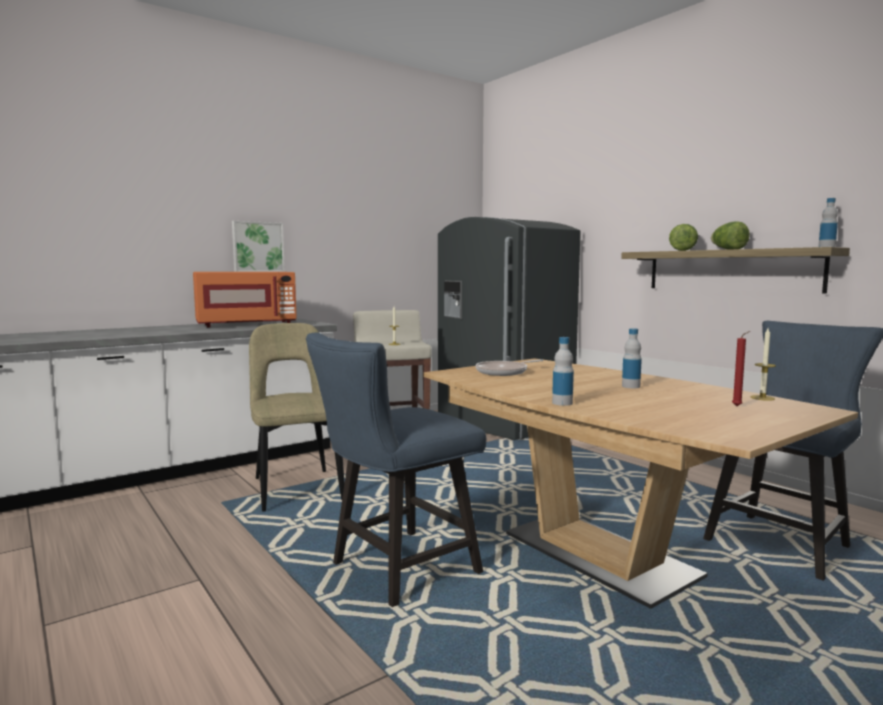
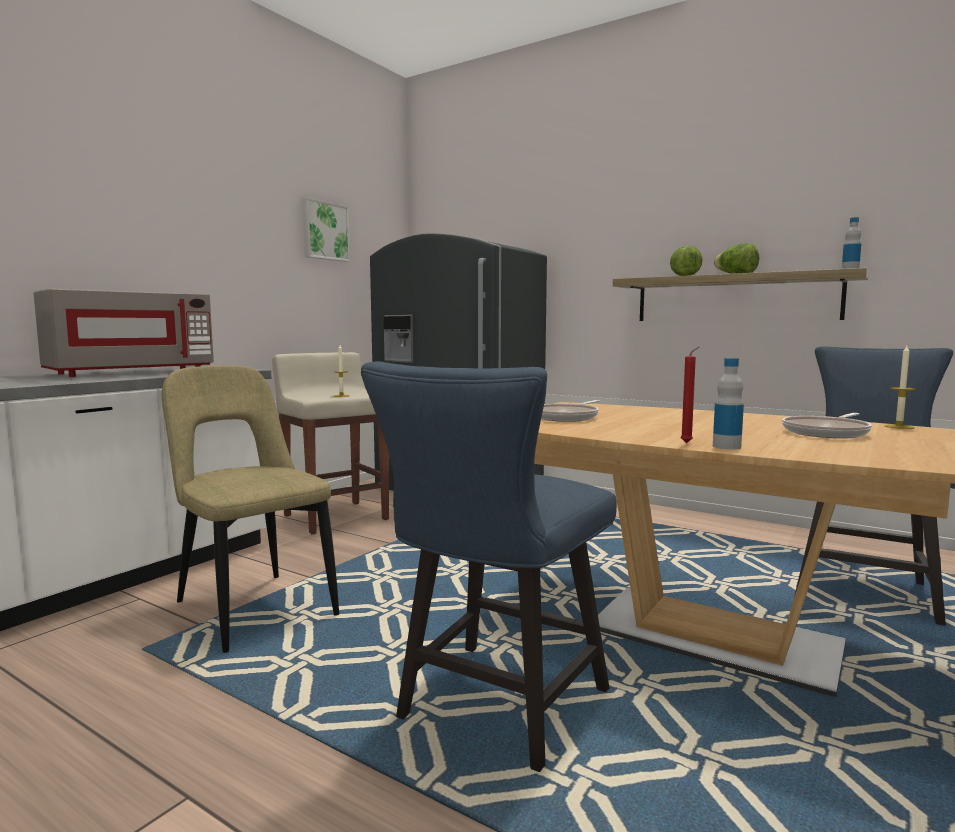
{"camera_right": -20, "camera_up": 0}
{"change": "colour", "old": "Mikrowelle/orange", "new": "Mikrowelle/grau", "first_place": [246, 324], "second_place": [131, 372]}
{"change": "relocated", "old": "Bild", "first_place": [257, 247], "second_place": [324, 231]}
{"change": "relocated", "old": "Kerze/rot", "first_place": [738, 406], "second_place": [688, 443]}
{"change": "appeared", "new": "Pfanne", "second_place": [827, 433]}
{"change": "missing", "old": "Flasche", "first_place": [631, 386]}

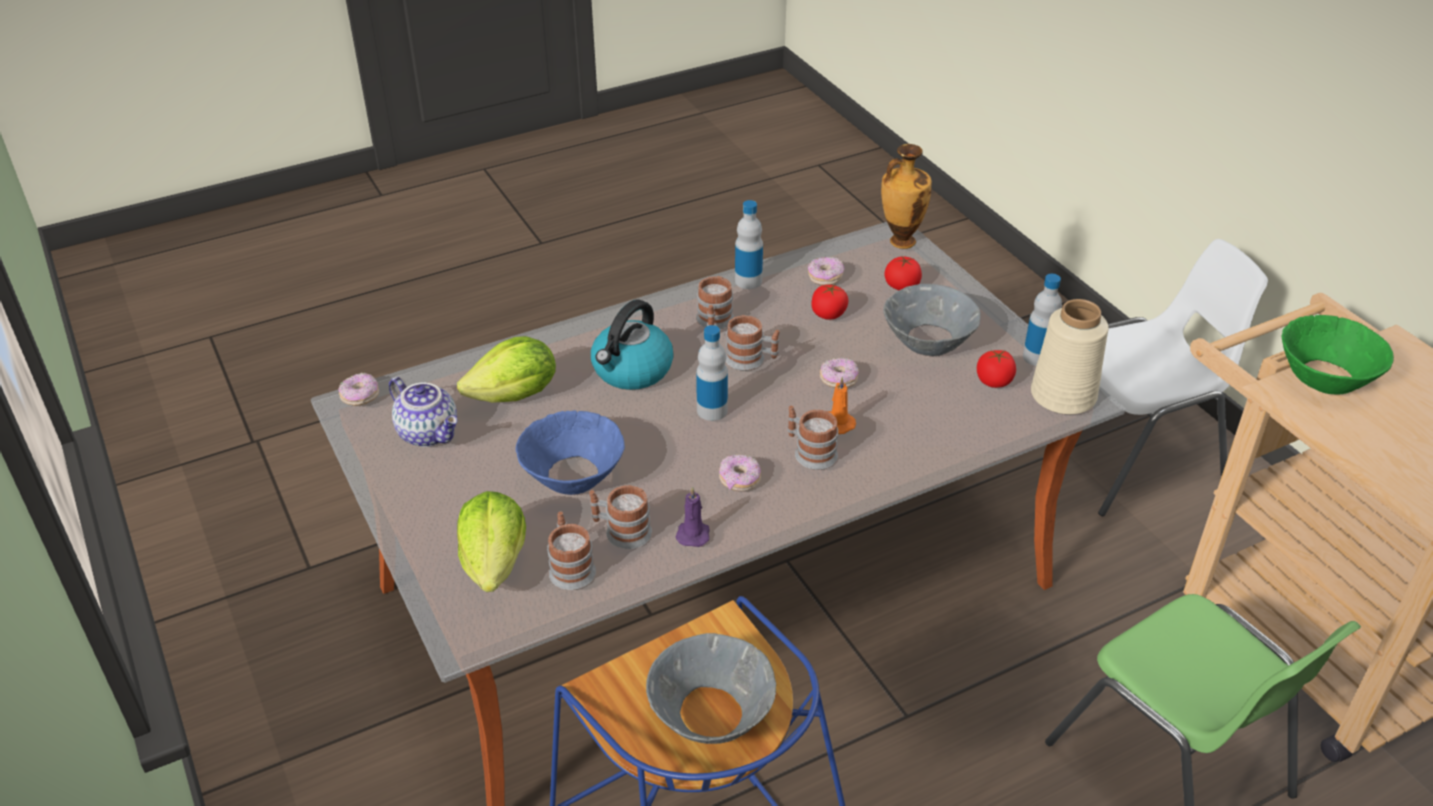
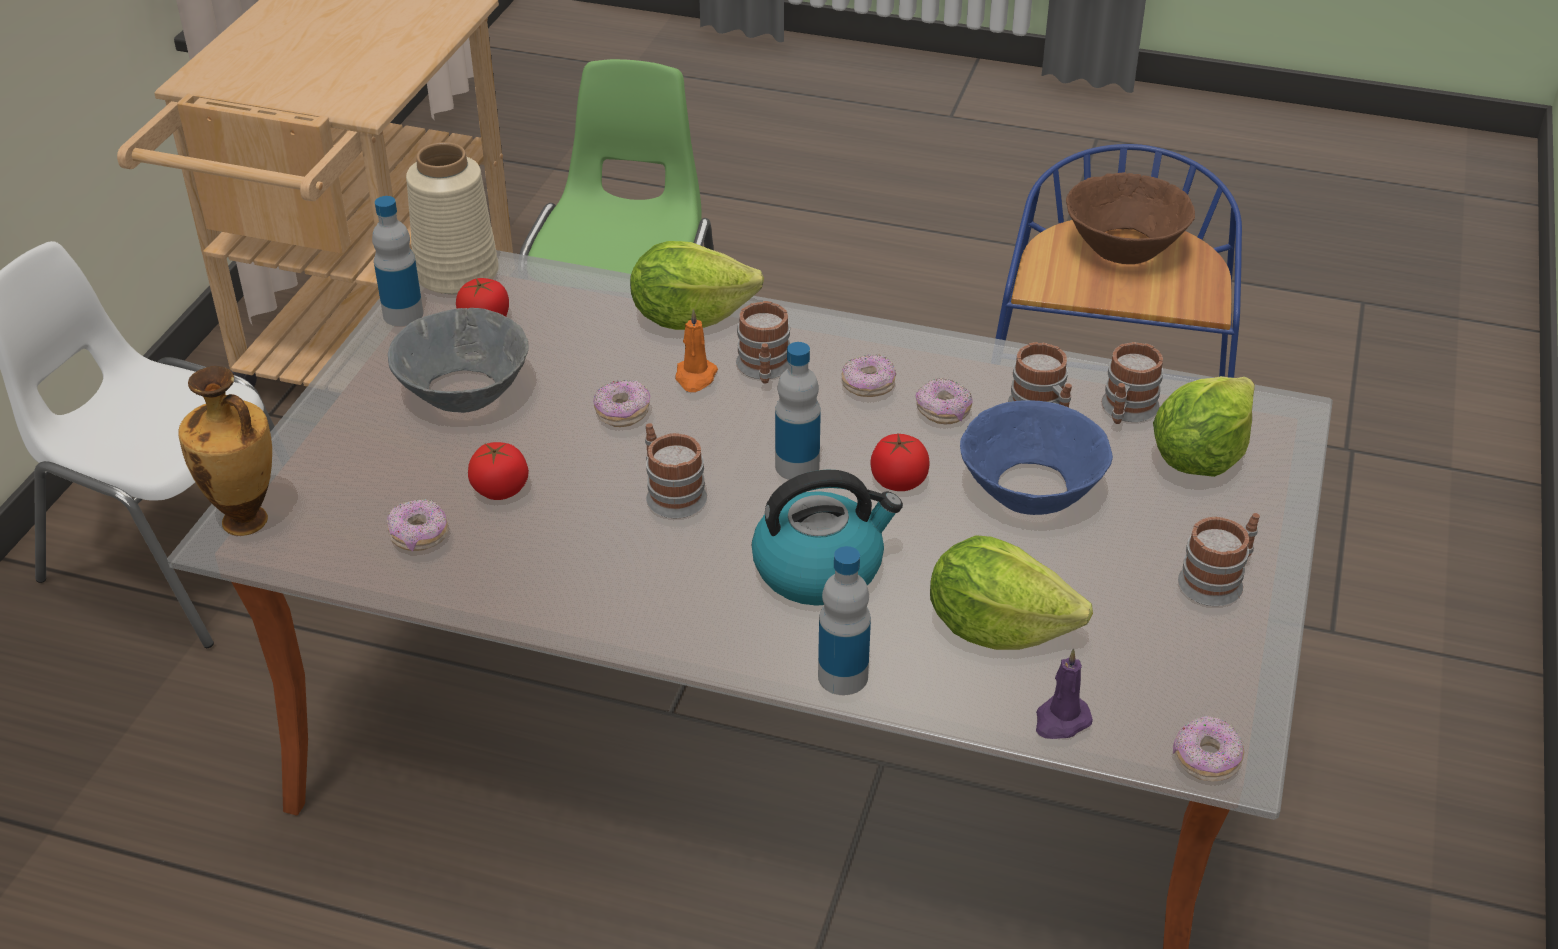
{"camera_right": -135, "camera_up": 0}
{"change": "appeared", "new": "Salatkopf", "second_place": [689, 317]}
{"change": "relocated", "old": "Flasche", "first_place": [748, 281], "second_place": [843, 676]}
{"change": "relocated", "old": "Tomate", "first_place": [902, 286], "second_place": [898, 481]}
{"change": "appeared", "new": "Donut", "second_place": [943, 412]}
{"change": "relocated", "old": "Kerze/lila", "first_place": [693, 533], "second_place": [1061, 721]}
{"change": "colour", "old": "Schüssel/grau", "new": "Schüssel/braun", "first_place": [710, 715], "second_place": [1125, 247]}
{"change": "relocated", "old": "Henkelbecher", "first_place": [714, 323], "second_place": [1218, 580]}
{"change": "missing", "old": "Teekanne", "first_place": [429, 433]}
{"change": "missing", "old": "Schüssel/grün", "first_place": [1325, 377]}

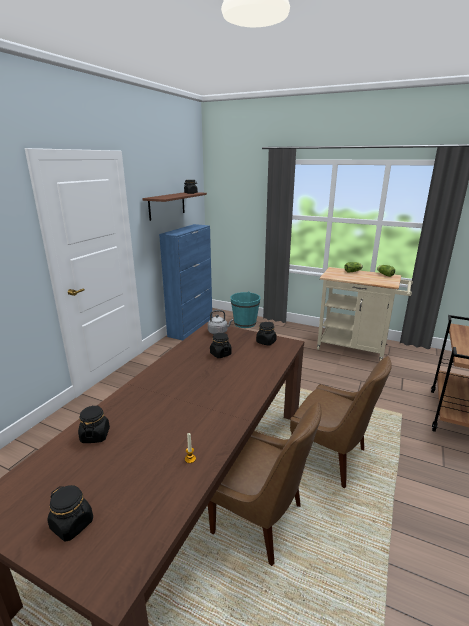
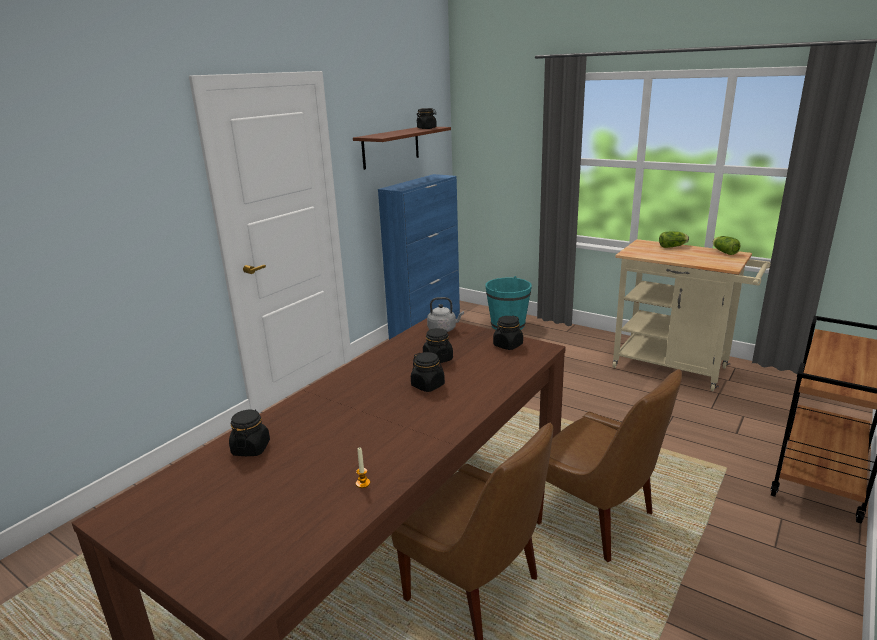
{"camera_right": 10, "camera_up": 0}
{"change": "relocated", "old": "Vorratsglas/schwarz", "first_place": [72, 524], "second_place": [428, 385]}

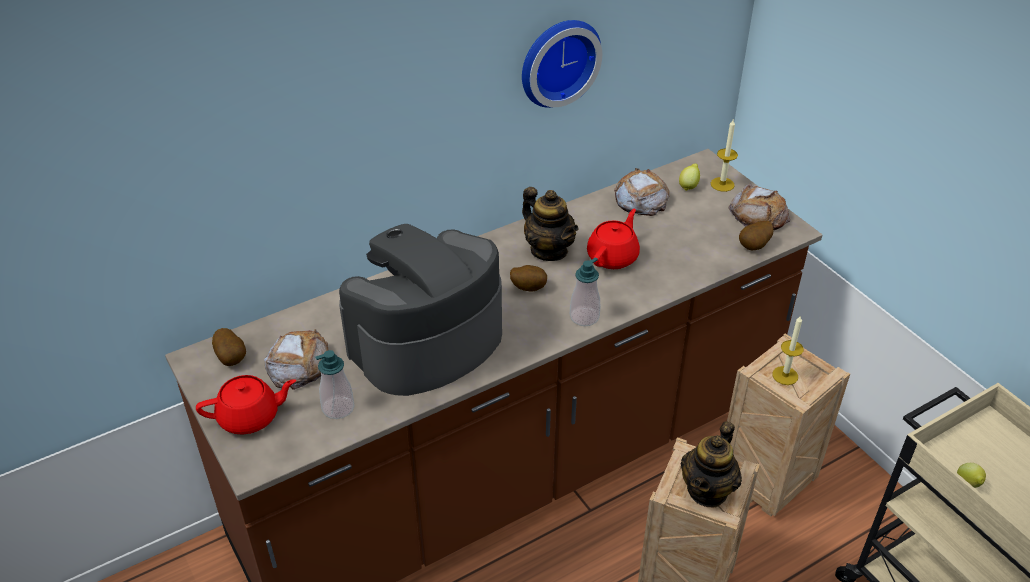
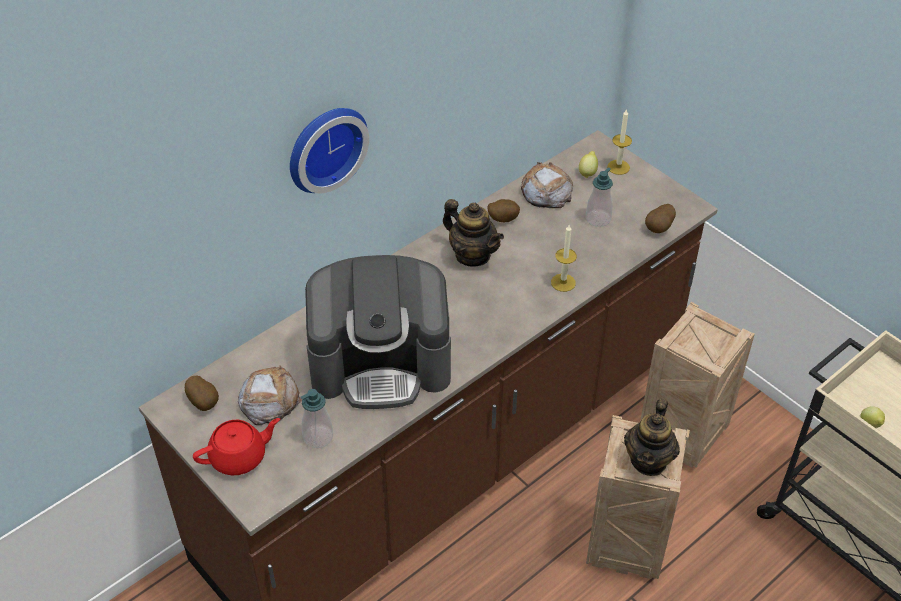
{"camera_right": -10, "camera_up": 5}
{"change": "relocated", "old": "Wanduhr", "first_place": [557, 60], "second_place": [323, 146]}
{"change": "spun", "old": "Kaffeemaschine", "first_place": [426, 342], "second_place": [381, 362], "degrees": -135}
{"change": "relocated", "old": "Kartoffel", "first_place": [528, 288], "second_place": [502, 219]}
{"change": "relocated", "old": "Kerze", "first_place": [785, 375], "second_place": [563, 282]}
{"change": "relocated", "old": "Seifenspender", "first_place": [584, 317], "second_place": [598, 219]}
{"change": "missing", "old": "Teekanne/rot", "first_place": [613, 257]}
{"change": "missing", "old": "Brot", "first_place": [759, 214]}

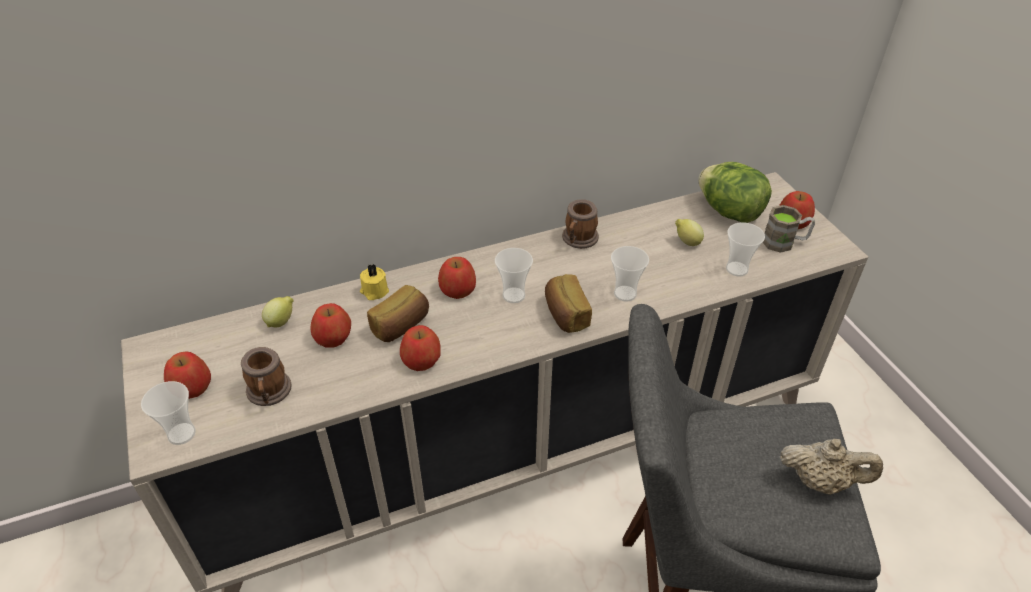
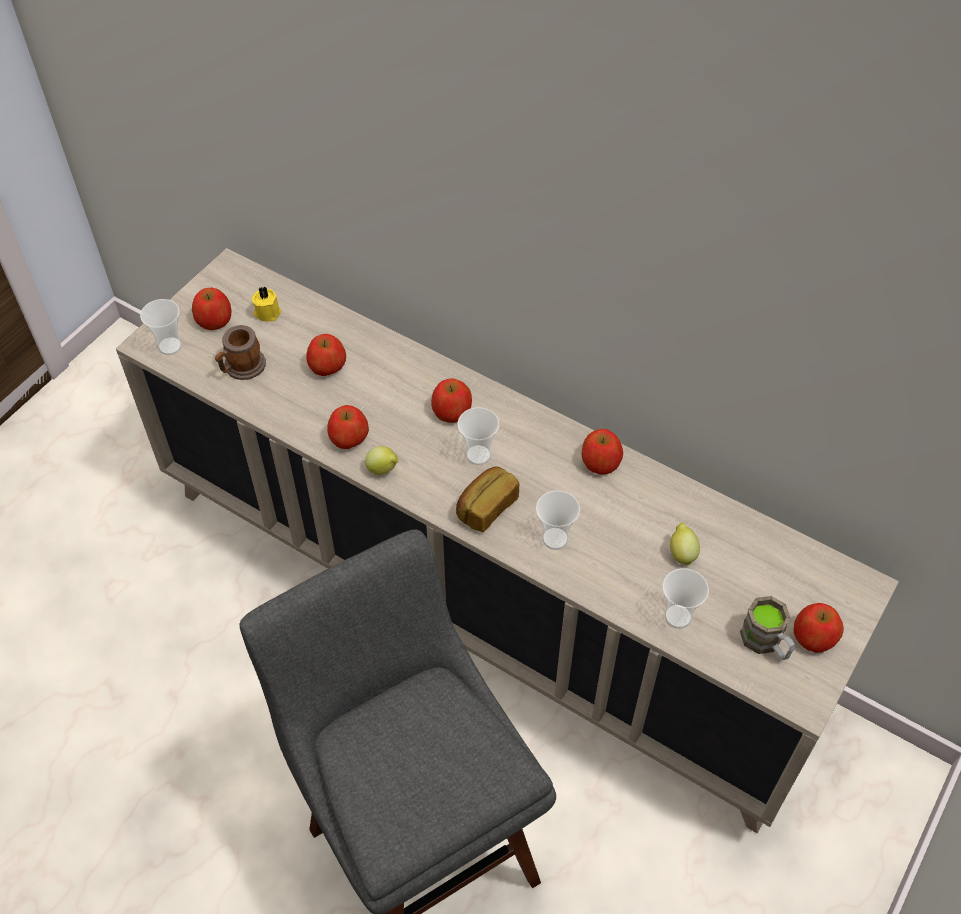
{"camera_right": 55, "camera_up": 10}
{"change": "relocated", "old": "Kerze/gelb", "first_place": [374, 291], "second_place": [267, 312]}
{"change": "relocated", "old": "Zitrone", "first_place": [281, 322], "second_place": [383, 470]}
{"change": "exchanged", "old": "Henkelbecher", "new": "Apfel", "first_place": [578, 240], "second_place": [600, 461]}
{"change": "missing", "old": "Brot", "first_place": [401, 326]}
{"change": "missing", "old": "Salatkopf", "first_place": [729, 212]}
{"change": "missing", "old": "Teekanne/beige", "first_place": [821, 481]}

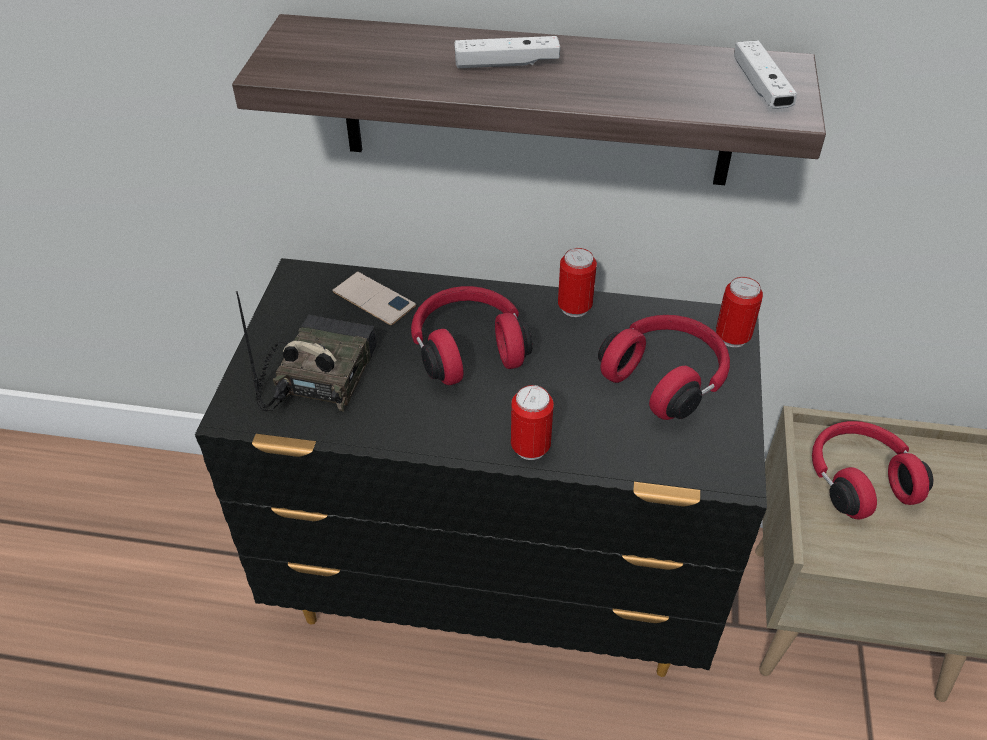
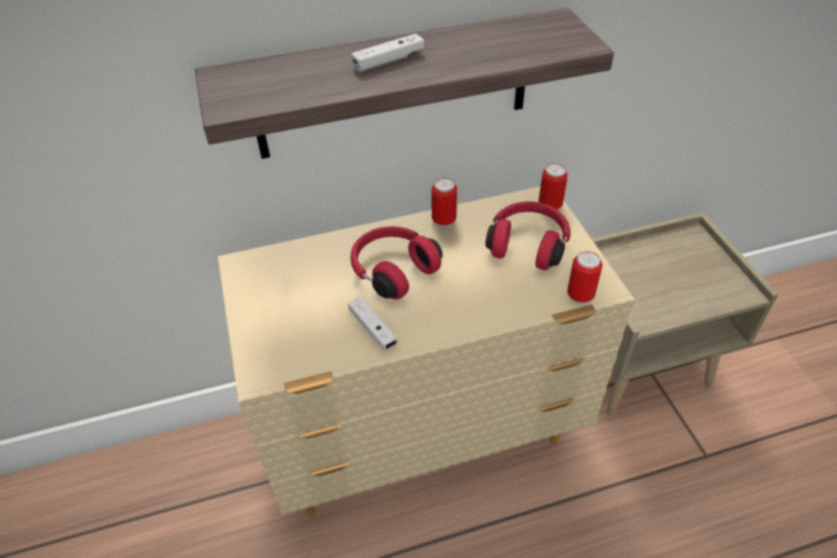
{"camera_right": -25, "camera_up": 0}
{"change": "colour", "old": "Kommode/schwarz", "new": "Kommode/beige", "first_place": [497, 588], "second_place": [425, 434]}
{"change": "relocated", "old": "Gamepad/weiß", "first_place": [761, 87], "second_place": [372, 329]}
{"change": "relocated", "old": "Dose", "first_place": [530, 447], "second_place": [580, 296]}
{"change": "missing", "old": "Radio", "first_place": [317, 375]}
{"change": "missing", "old": "Handy", "first_place": [374, 299]}
{"change": "missing", "old": "Kopfhörer/rot", "first_place": [858, 479]}

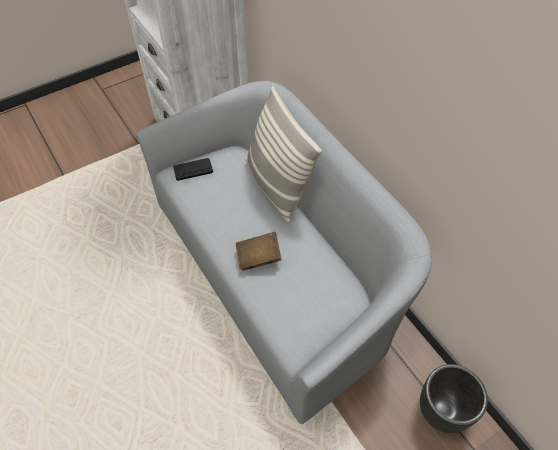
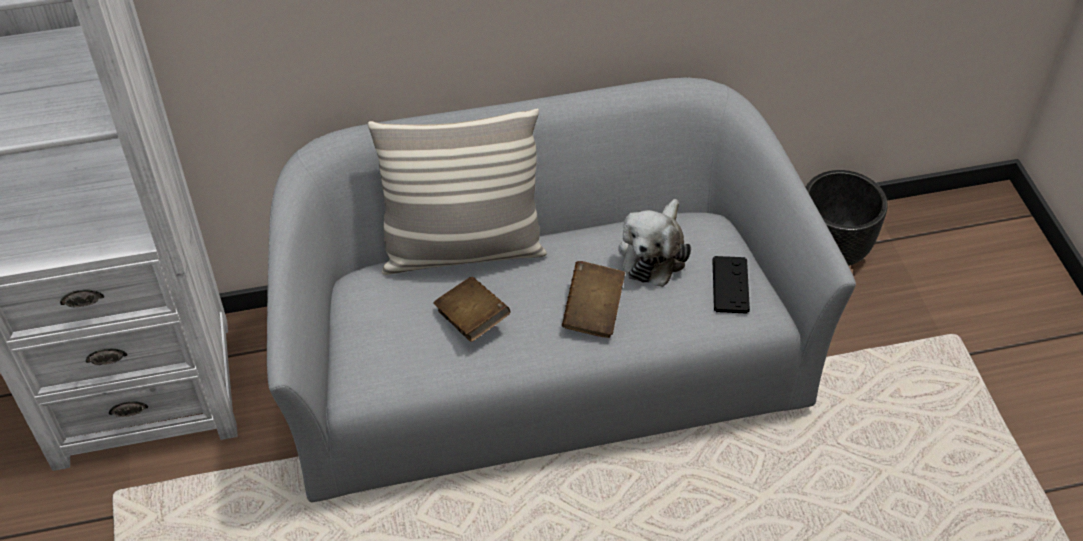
{"camera_right": -70, "camera_up": -5}
{"change": "appeared", "new": "Buch/braun", "second_place": [472, 320]}
{"change": "appeared", "new": "Plüschtier", "second_place": [654, 253]}
{"change": "relocated", "old": "Gamepad/schwarz", "first_place": [193, 170], "second_place": [730, 285]}

